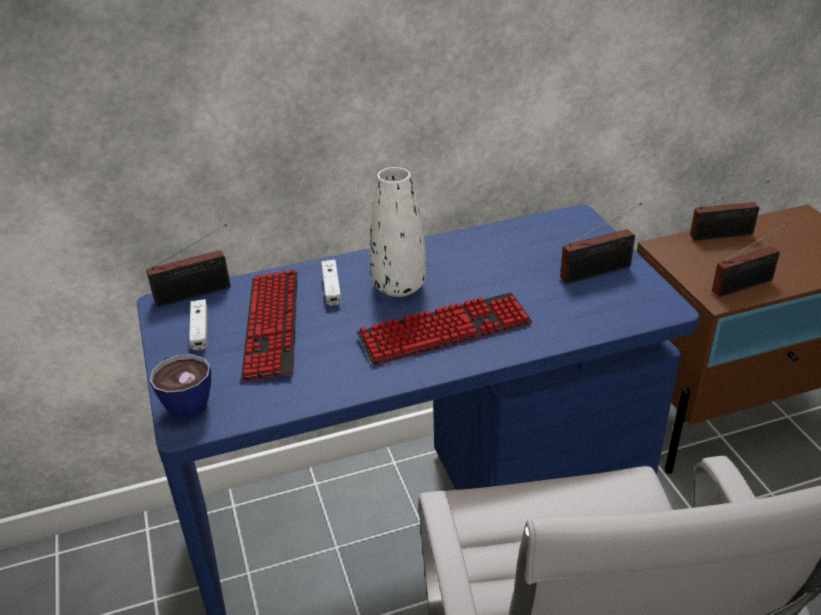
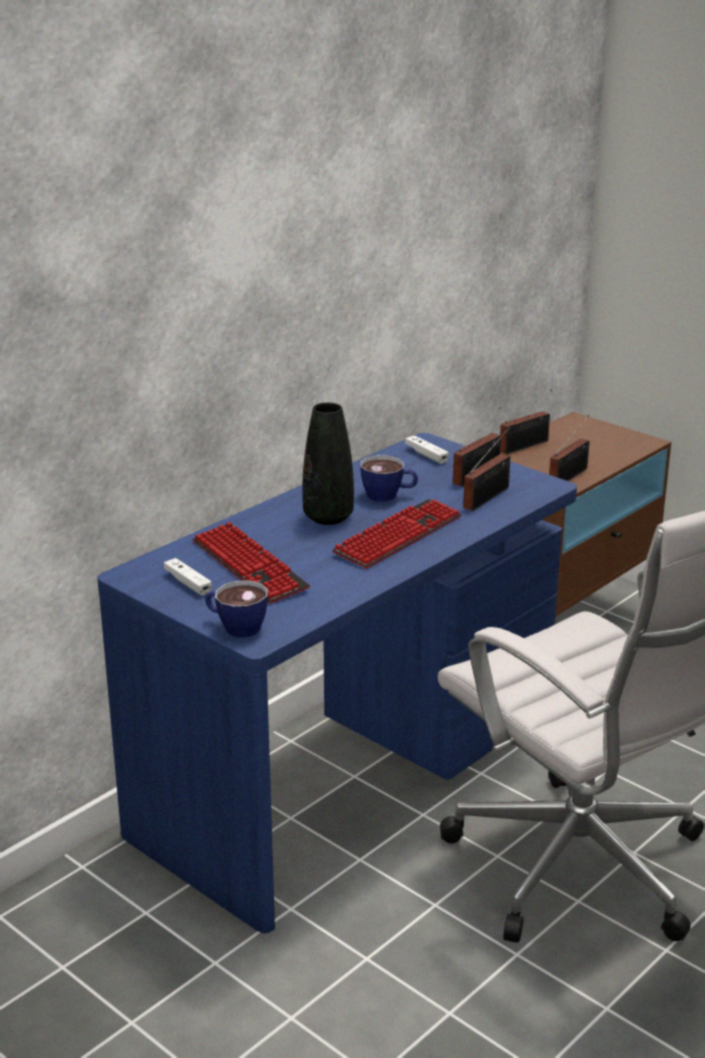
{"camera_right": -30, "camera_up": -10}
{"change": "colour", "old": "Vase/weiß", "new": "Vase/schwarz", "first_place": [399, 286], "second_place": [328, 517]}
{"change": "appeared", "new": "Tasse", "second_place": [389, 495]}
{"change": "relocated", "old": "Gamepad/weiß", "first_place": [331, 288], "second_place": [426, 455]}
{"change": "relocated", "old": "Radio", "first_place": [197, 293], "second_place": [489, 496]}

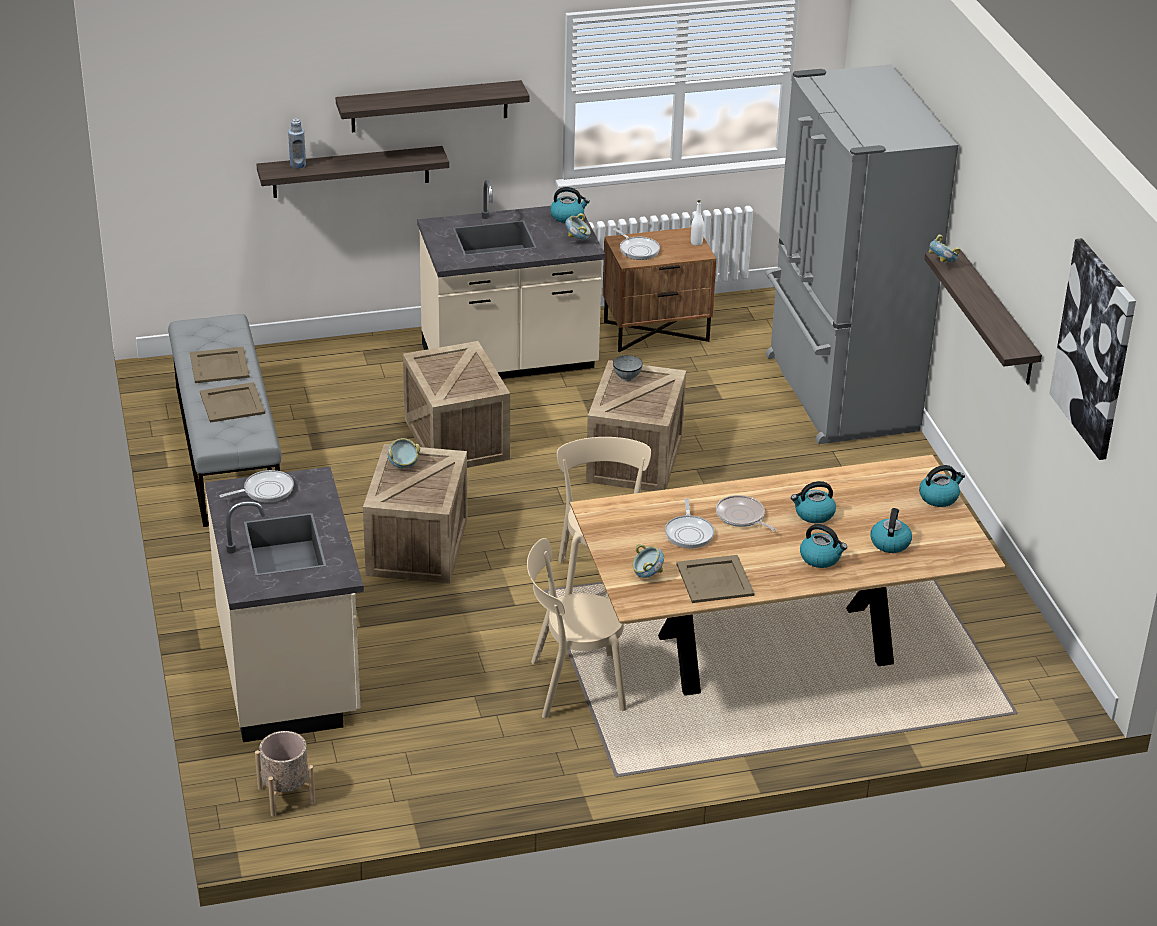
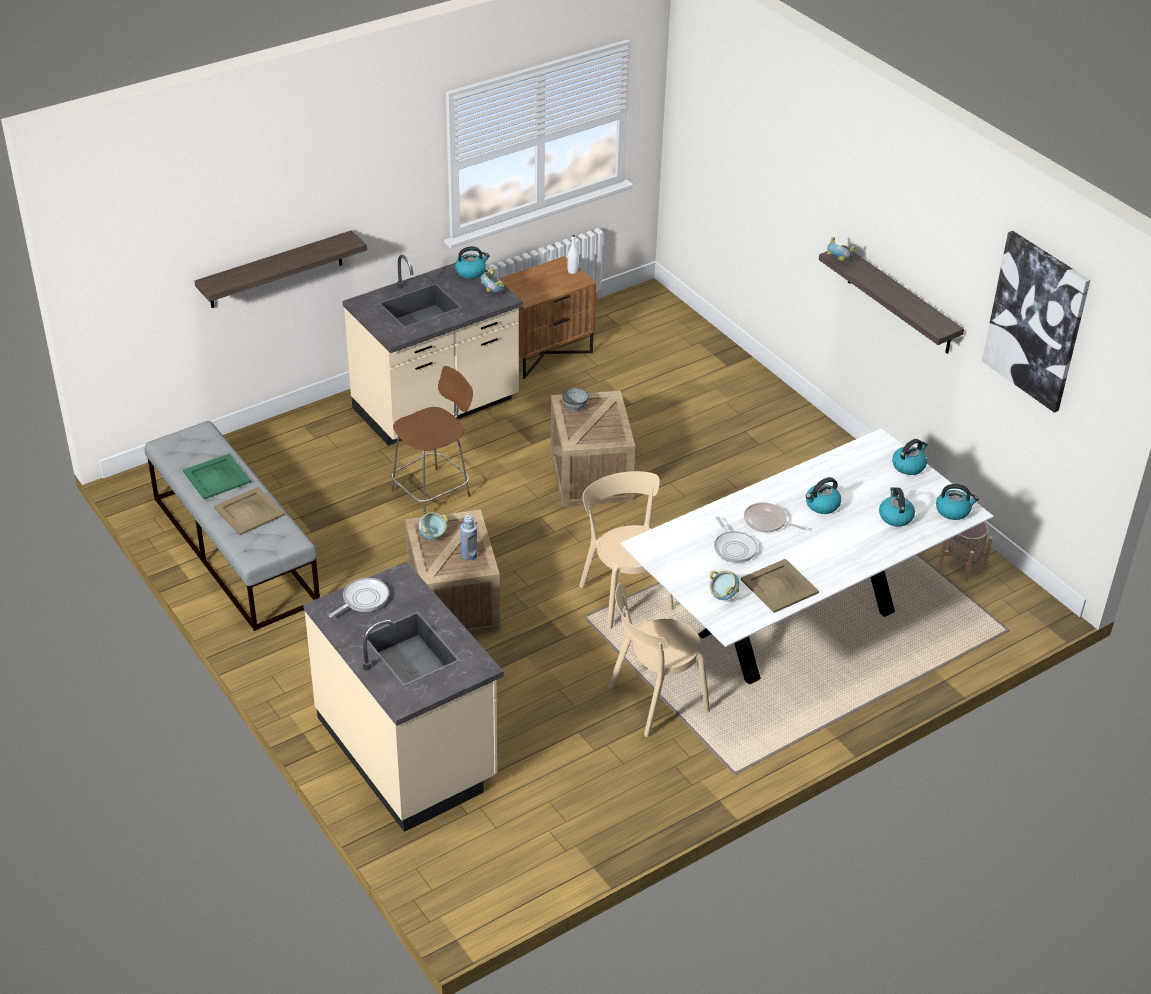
{"camera_right": -20, "camera_up": 5}
{"change": "colour", "old": "Tablett/beige", "new": "Tablett/grün", "first_place": [219, 366], "second_place": [216, 477]}
{"change": "exchanged", "old": "Kiste", "new": "Stuhl/braun", "first_place": [458, 439], "second_place": [433, 492]}
{"change": "relocated", "old": "Flasche/blau", "first_place": [298, 165], "second_place": [469, 555]}
{"change": "colour", "old": "Esstisch/braun", "new": "Esstisch/weiß", "first_place": [773, 650], "second_place": [796, 623]}
{"change": "relocated", "old": "Wasserkessel", "first_place": [821, 558], "second_place": [953, 511]}
{"change": "relocated", "old": "Pflanzkübel/beige", "first_place": [286, 796], "second_place": [962, 565]}
{"change": "missing", "old": "Wandregal", "first_place": [429, 106]}
{"change": "missing", "old": "Pfanne", "first_place": [637, 250]}
{"change": "missing", "old": "Kühlschrank/grau", "first_place": [837, 394]}

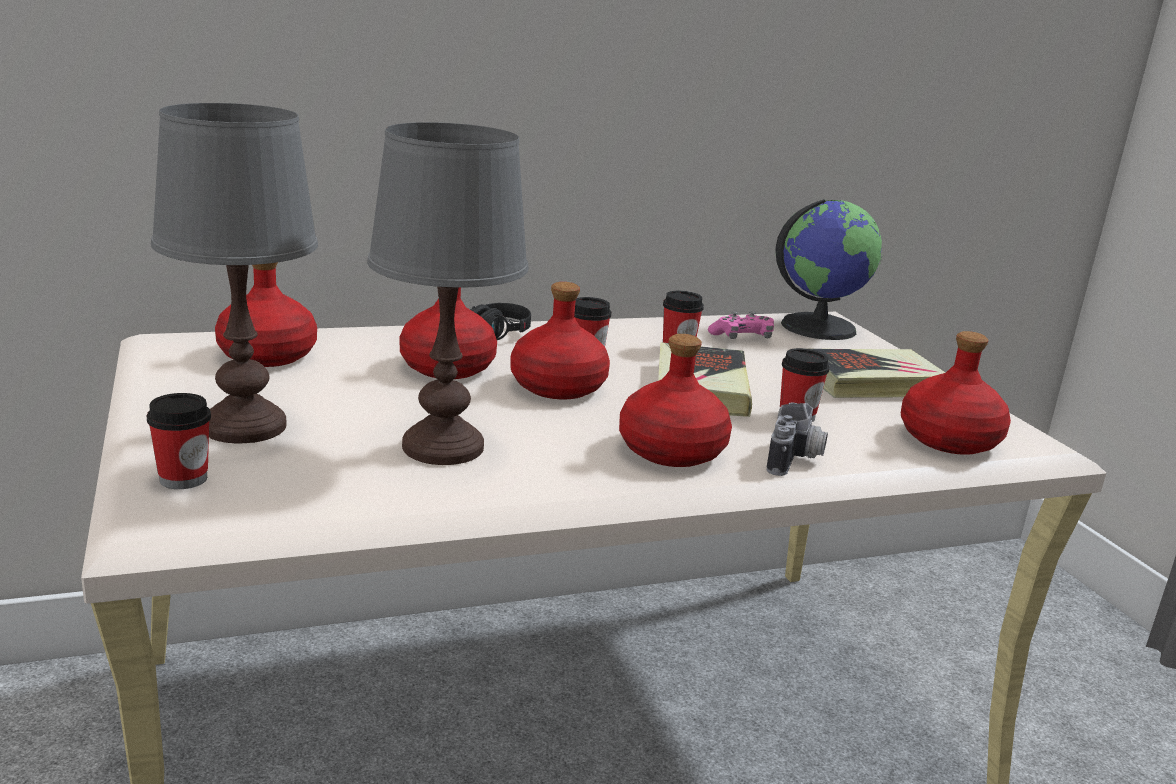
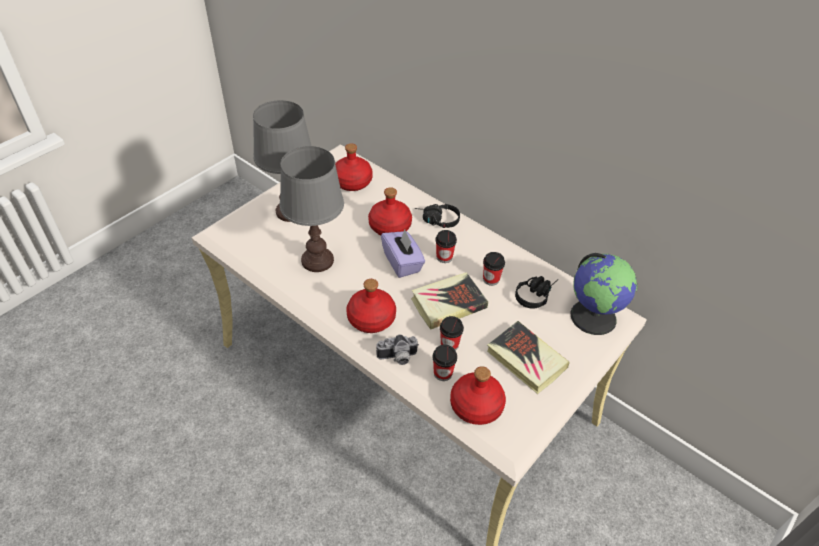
{"camera_right": 60, "camera_up": 25}
{"change": "exchanged", "old": "Flasche/rot", "new": "Taschentuchbox/lila", "first_place": [557, 387], "second_place": [402, 263]}
{"change": "relocated", "old": "Tasse", "first_place": [183, 478], "second_place": [443, 373]}
{"change": "exchanged", "old": "Gamepad/rosa", "new": "Kopfhörer/schwarz", "first_place": [741, 338], "second_place": [535, 294]}

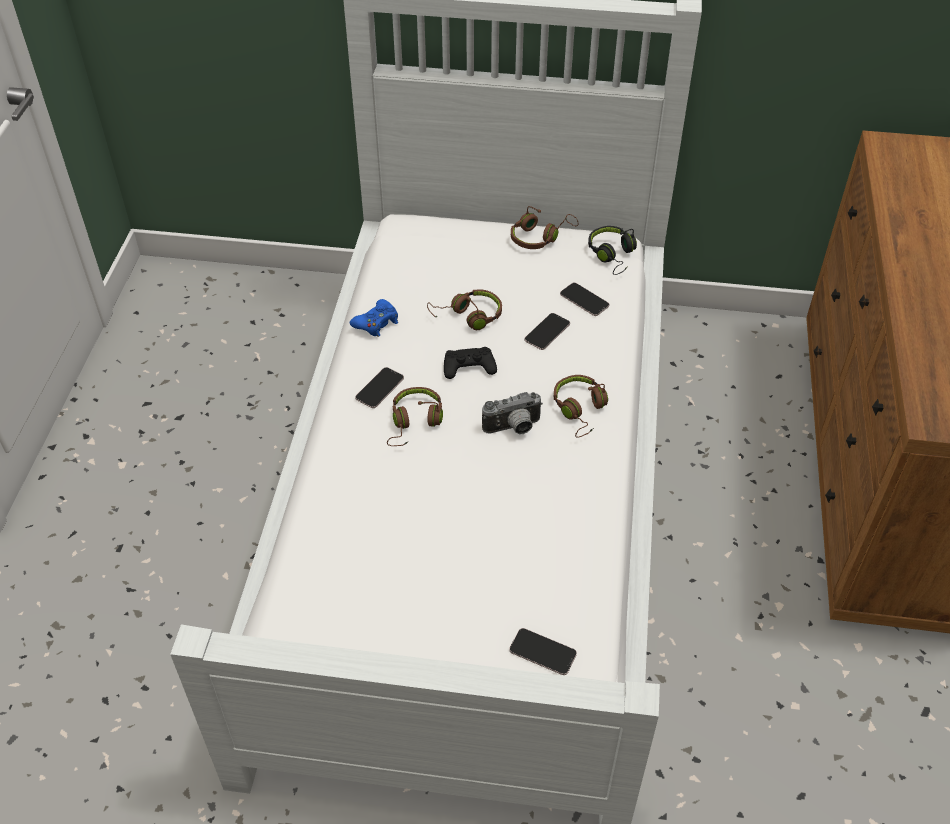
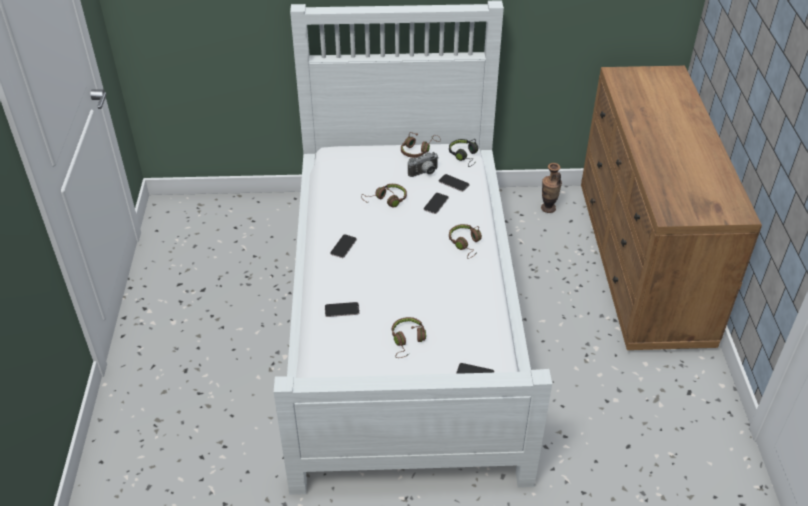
{"camera_right": -10, "camera_up": -5}
{"change": "appeared", "new": "Handy", "second_place": [342, 310]}
{"change": "relocated", "old": "Kopfhörer/braun", "first_place": [414, 422], "second_place": [407, 341]}
{"change": "relocated", "old": "Kamera", "first_place": [513, 428], "second_place": [424, 173]}
{"change": "appeared", "new": "Vase", "second_place": [548, 208]}
{"change": "missing", "old": "Gamepad/blau", "first_place": [376, 323]}
{"change": "missing", "old": "Gamepad/schwarz", "first_place": [469, 367]}

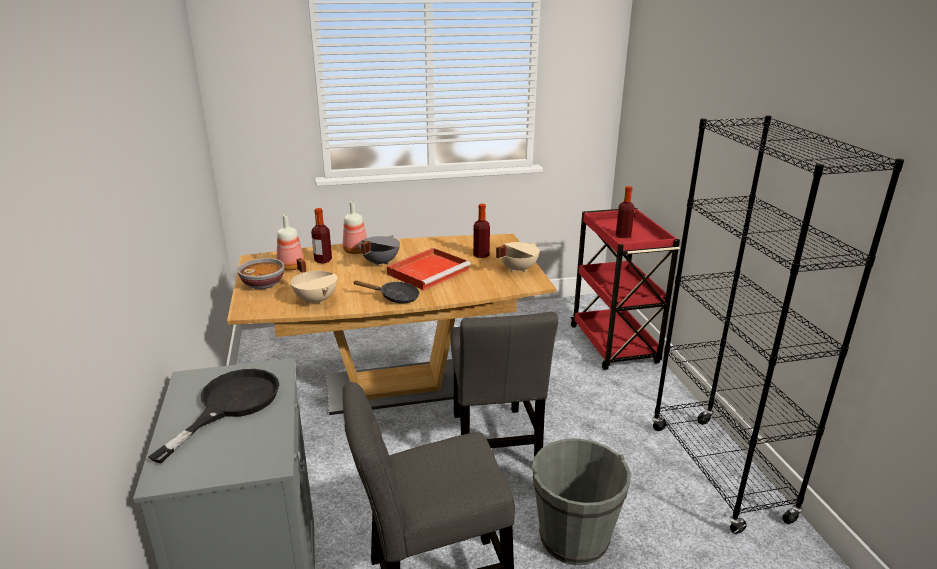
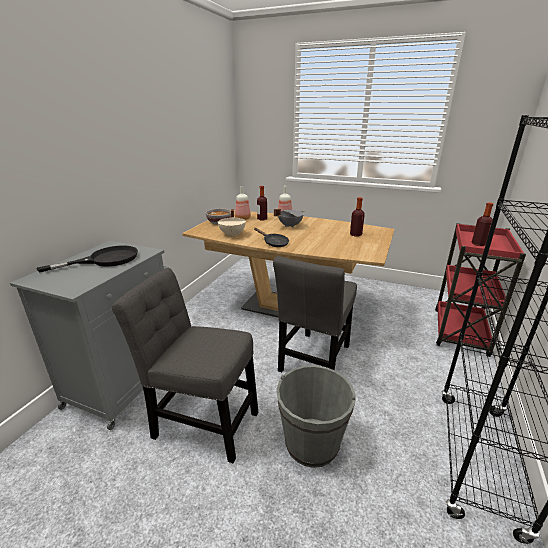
{"camera_right": 35, "camera_up": 0}
{"change": "missing", "old": "Tablett/rot", "first_place": [429, 271]}
{"change": "missing", "old": "Kochtopf/beige", "first_place": [517, 269]}

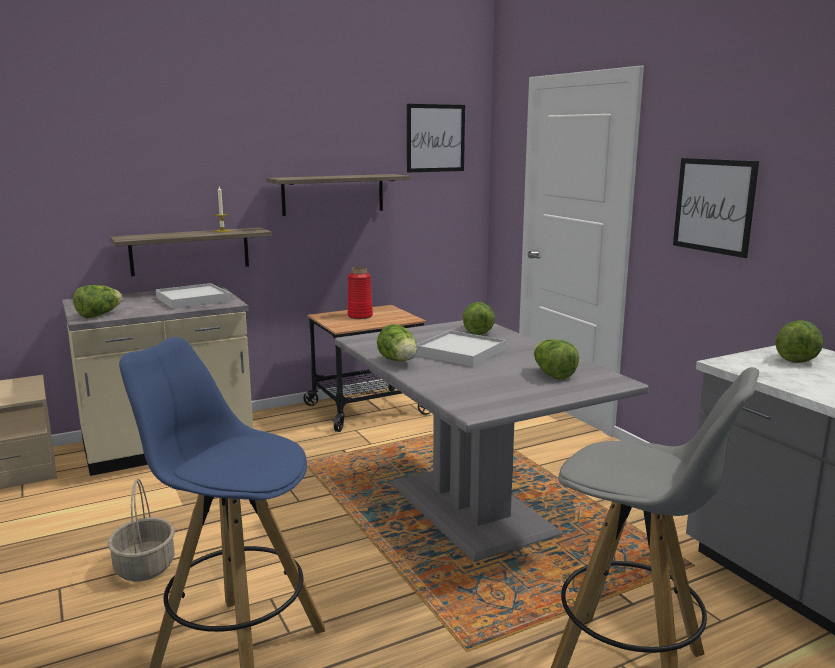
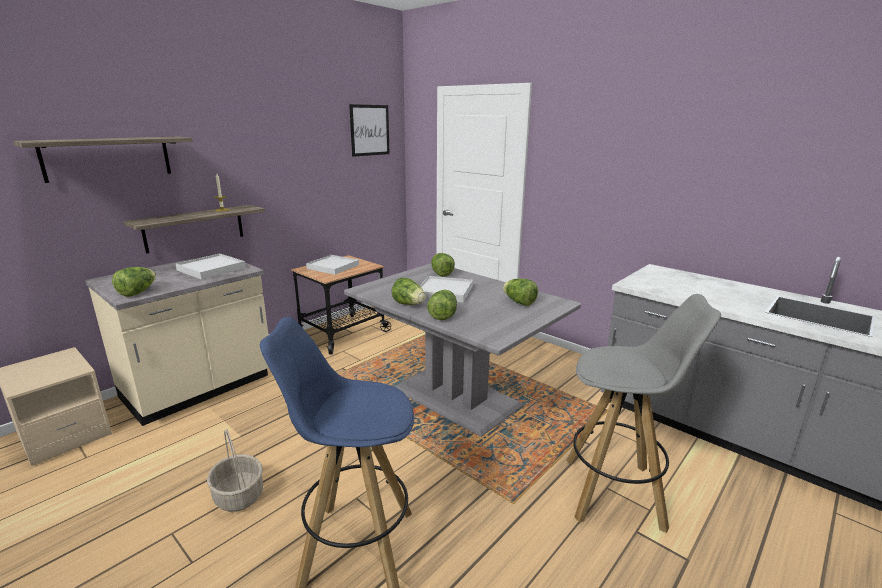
{"camera_right": -20, "camera_up": 5}
{"change": "relocated", "old": "Wandregal", "first_place": [333, 194], "second_place": [108, 158]}
{"change": "exchanged", "old": "Vase/rot", "new": "Tablett/weiß", "first_place": [359, 316], "second_place": [333, 267]}
{"change": "relocated", "old": "Salatkopf", "first_place": [796, 358], "second_place": [443, 315]}
{"change": "missing", "old": "Bild", "first_place": [714, 206]}

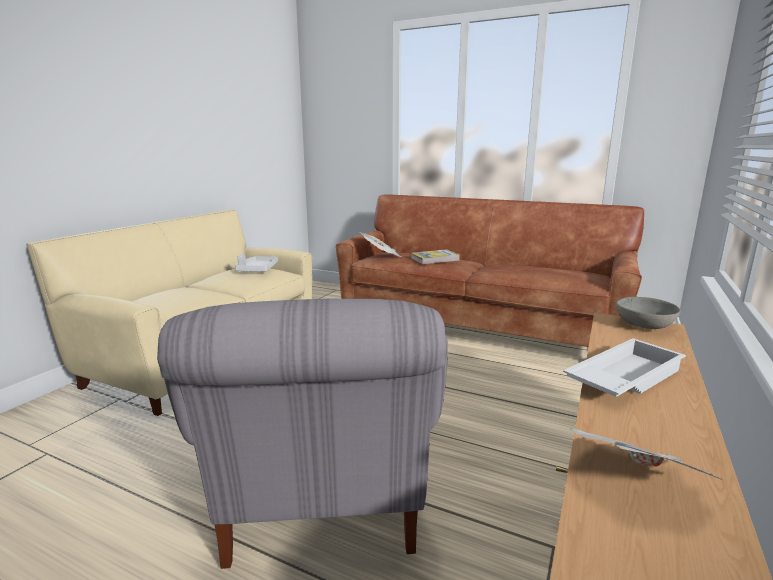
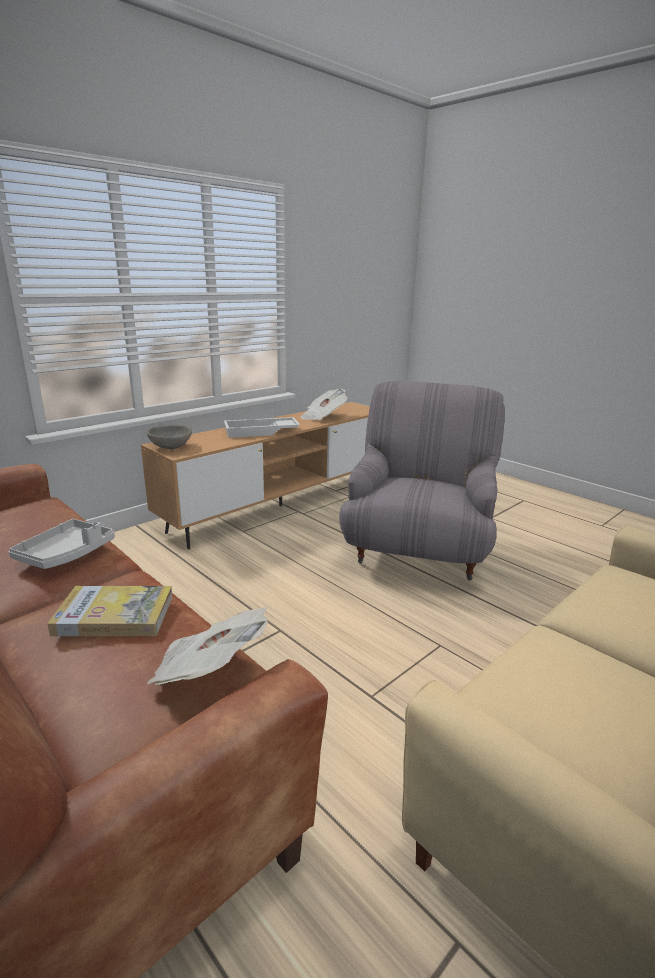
{"camera_right": -160, "camera_up": 5}
{"change": "relocated", "old": "Tablett/grau", "first_place": [257, 270], "second_place": [66, 554]}

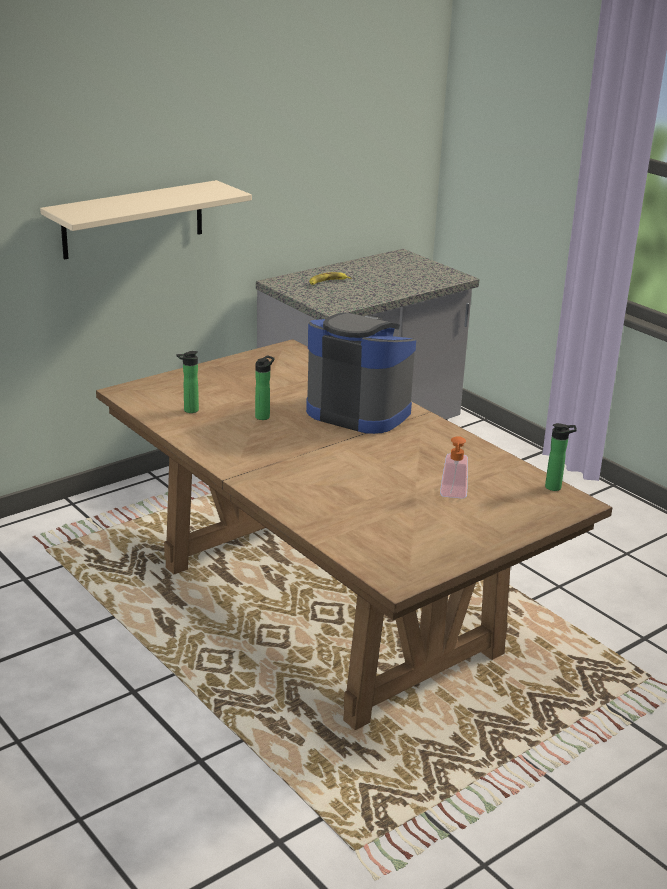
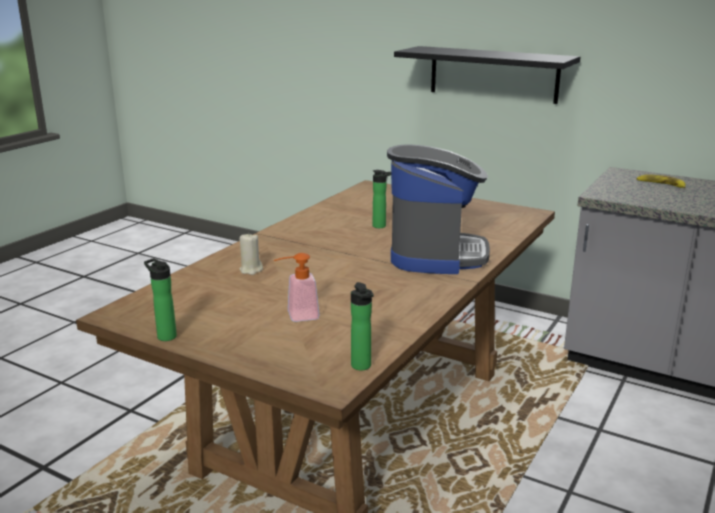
{"camera_right": 70, "camera_up": -5}
{"change": "relocated", "old": "Flasche", "first_place": [189, 410], "second_place": [165, 336]}
{"change": "appeared", "new": "Kerze/beige", "second_place": [251, 270]}
{"change": "colour", "old": "Wandregal/beige", "new": "Wandregal/schwarz", "first_place": [133, 219], "second_place": [493, 74]}

